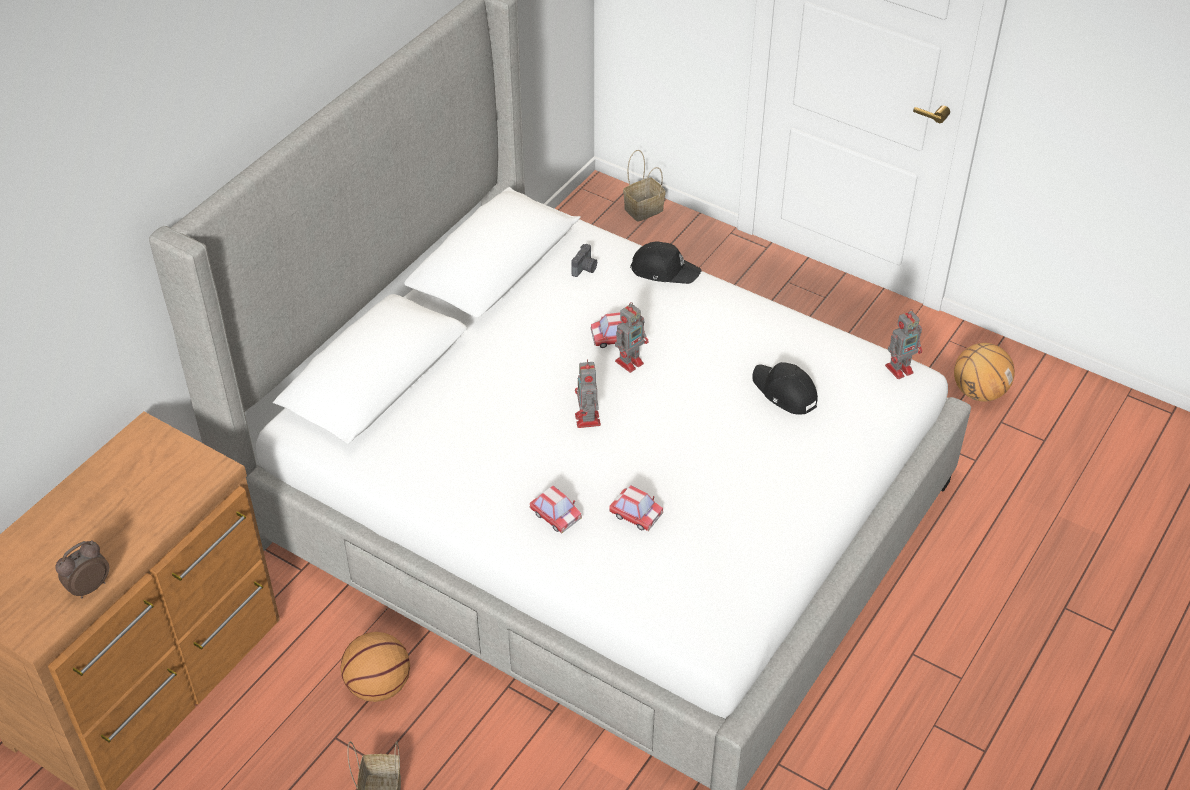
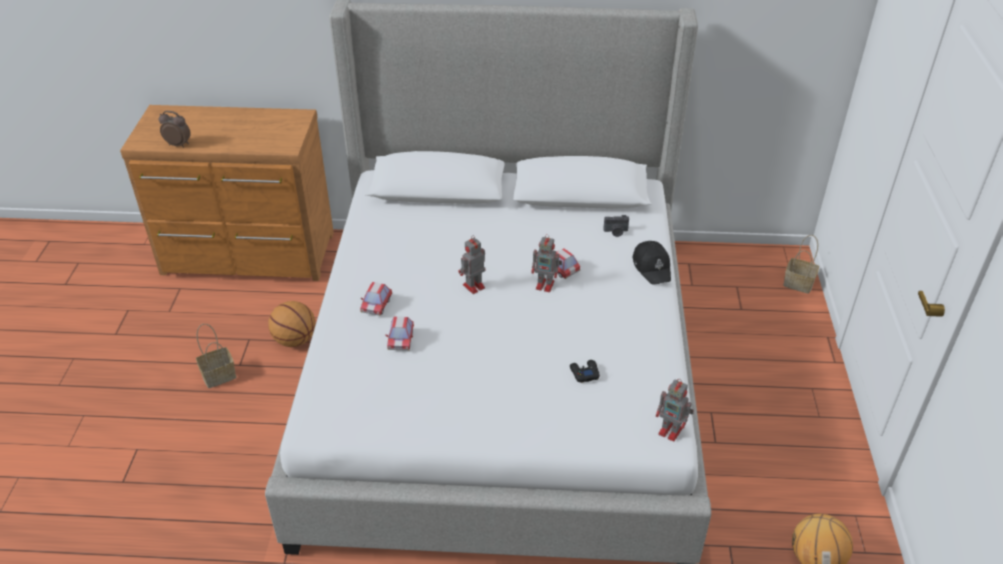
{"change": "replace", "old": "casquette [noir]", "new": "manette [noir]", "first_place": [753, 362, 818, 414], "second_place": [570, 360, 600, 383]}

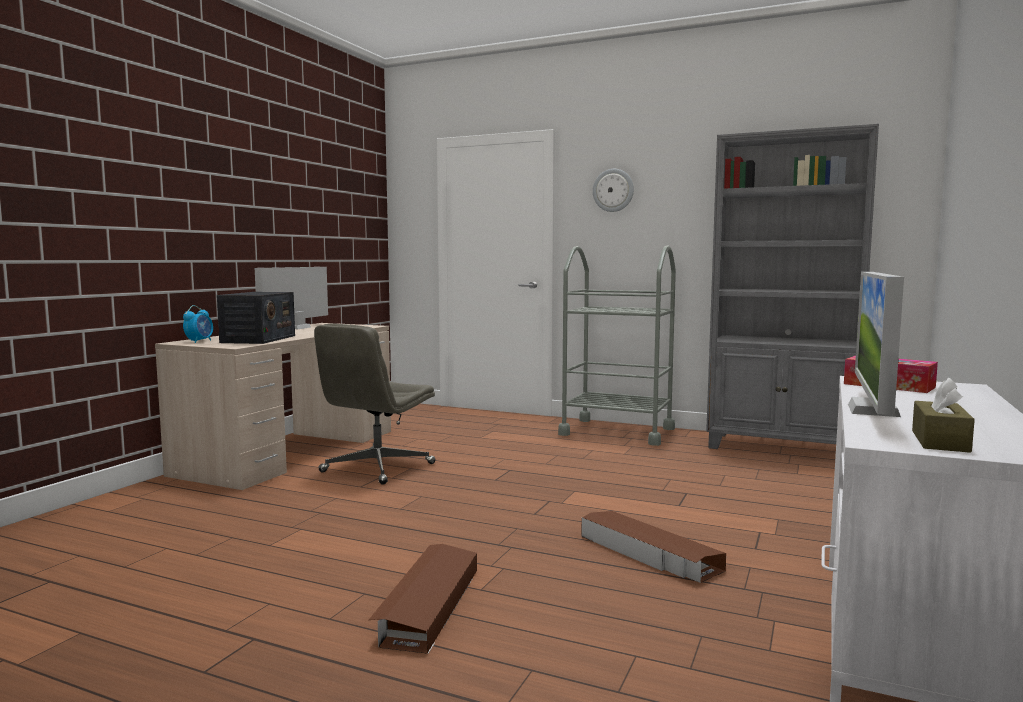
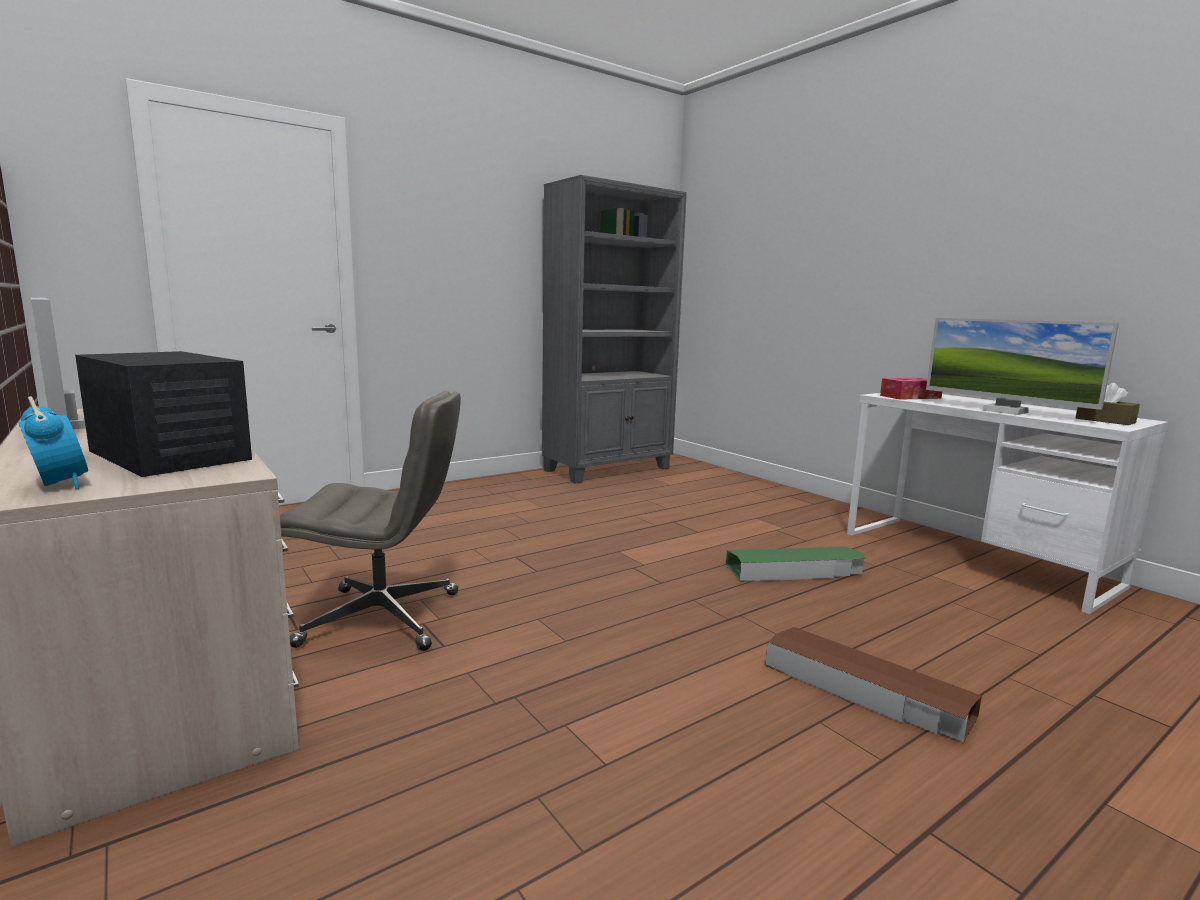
{"change": "rotate", "old": "chaise de bureau [gris]", "first_place": [314, 324, 435, 485], "second_place": [280, 391, 461, 651], "degrees": -60}
{"change": "delete", "old": "chariot [gris]", "first_place": [558, 245, 676, 446]}
{"change": "recolor", "old": "boîte de rangement [marron]", "new": "boîte de rangement [vert]", "first_place": [581, 511, 726, 583], "second_place": [726, 547, 868, 582]}
{"change": "delete", "old": "horloge murale", "first_place": [593, 169, 634, 212]}

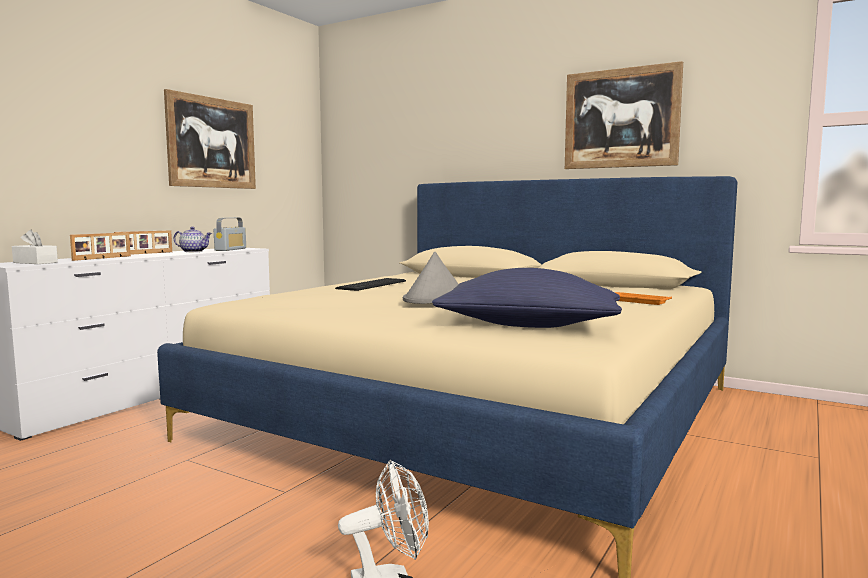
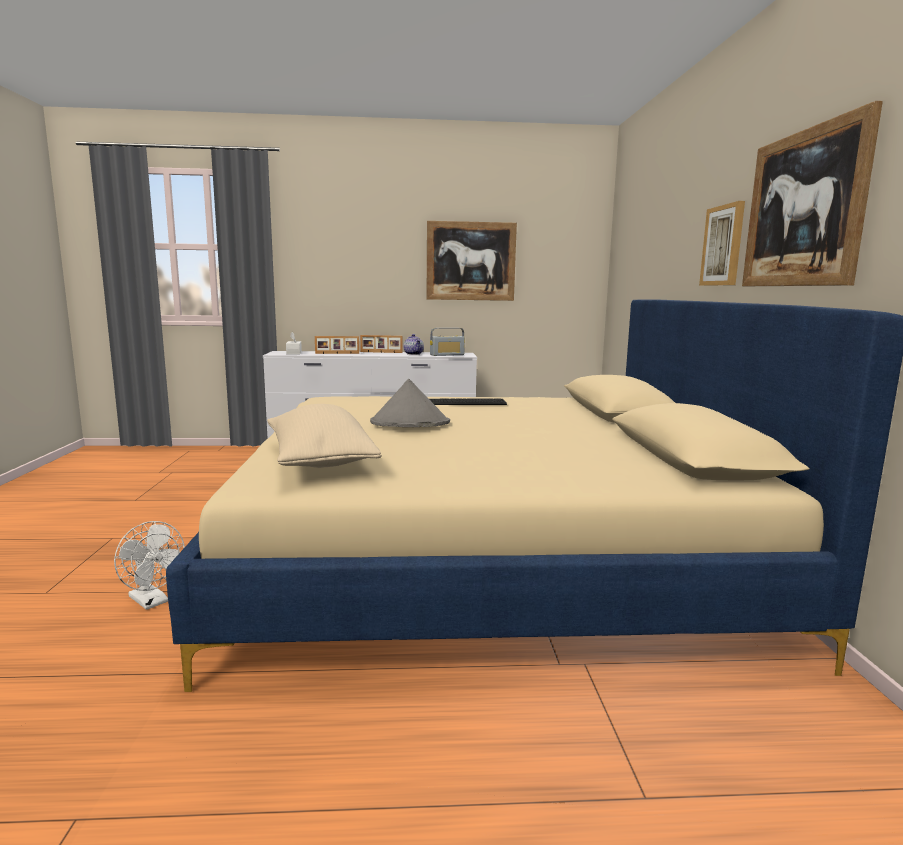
{"change": "recolor", "old": "coussin [bleu]", "new": "coussin [beige]", "first_place": [432, 268, 622, 328], "second_place": [267, 404, 382, 468]}
{"change": "delete", "old": "plateau [orange]", "first_place": [615, 292, 672, 305]}
{"change": "insert", "new": "tableau", "second_place": [699, 201, 745, 286]}

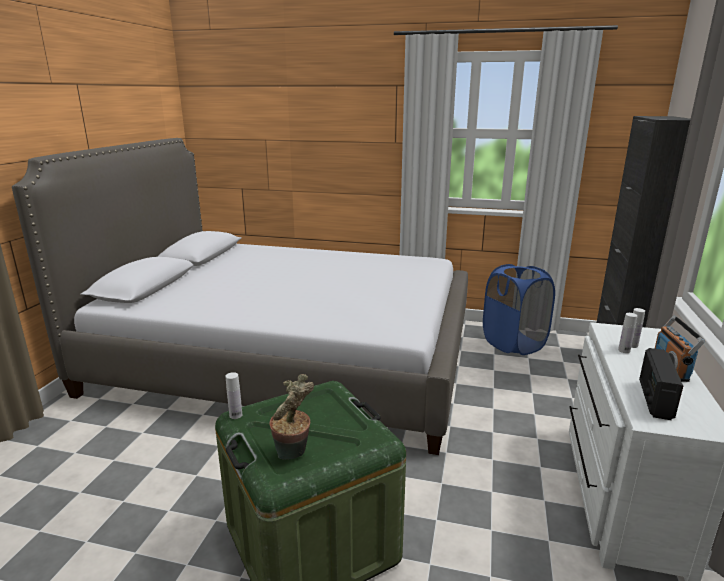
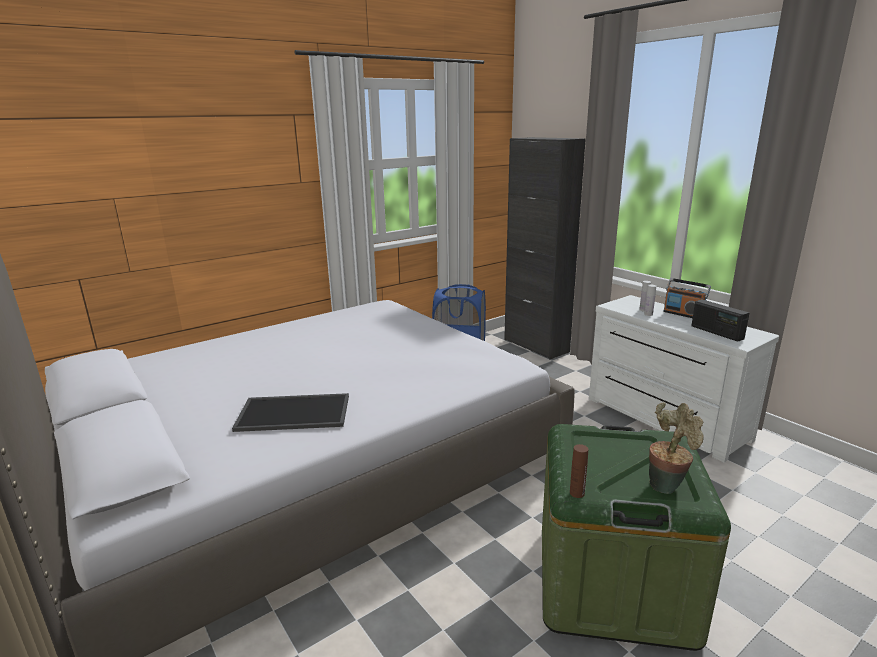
{"change": "recolor", "old": "bouteille [blanc]", "new": "bouteille [marron]", "first_place": [226, 372, 242, 419], "second_place": [570, 444, 588, 498]}
{"change": "insert", "new": "plateau", "second_place": [232, 393, 349, 432]}

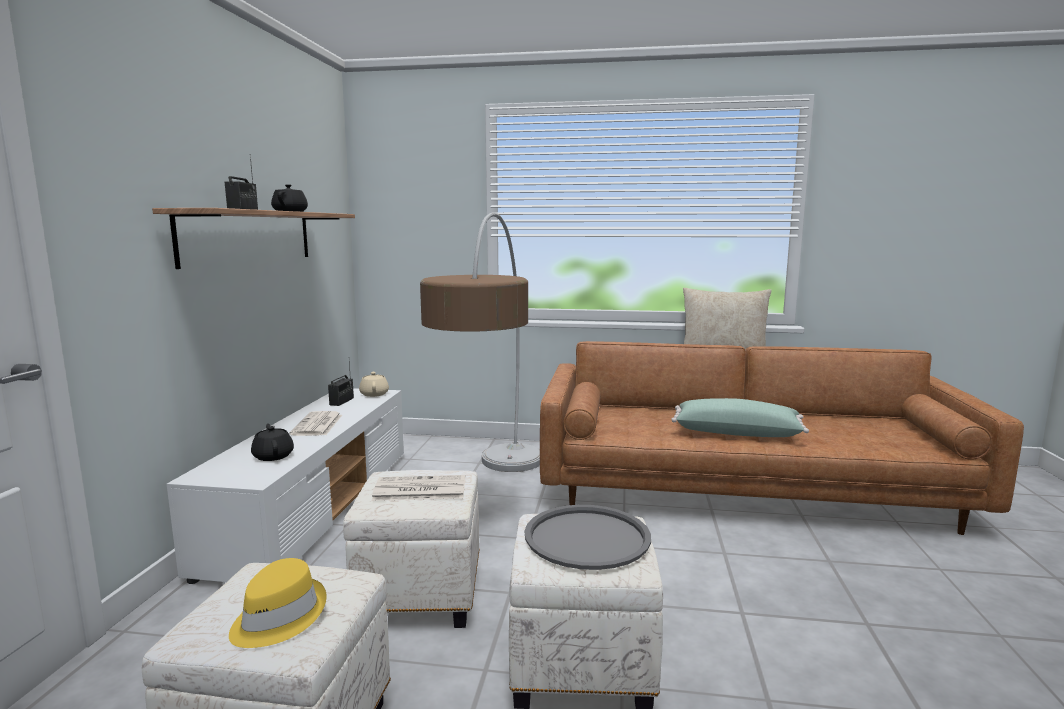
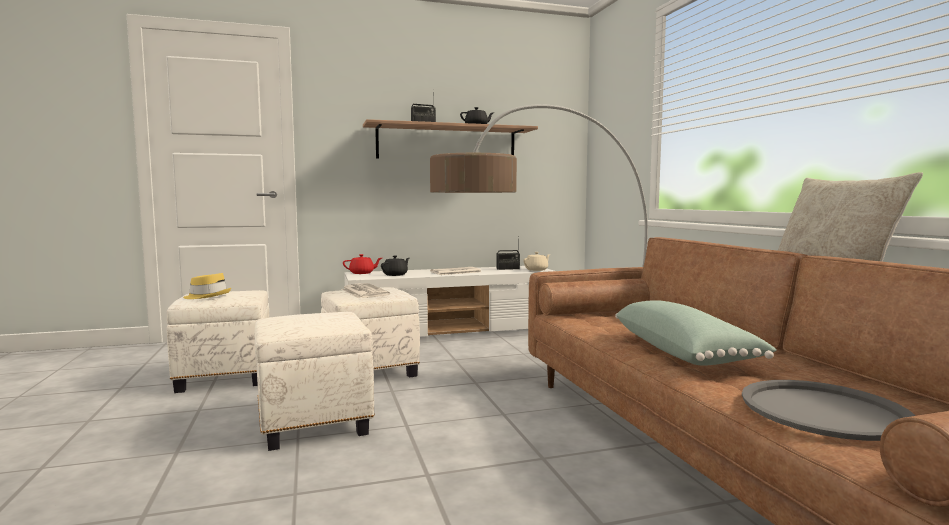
{"change": "move", "old": "plateau [gris]", "first_place": [524, 505, 651, 570], "second_place": [742, 380, 915, 441]}
{"change": "insert", "new": "théière [rouge]", "second_place": [343, 254, 382, 274]}

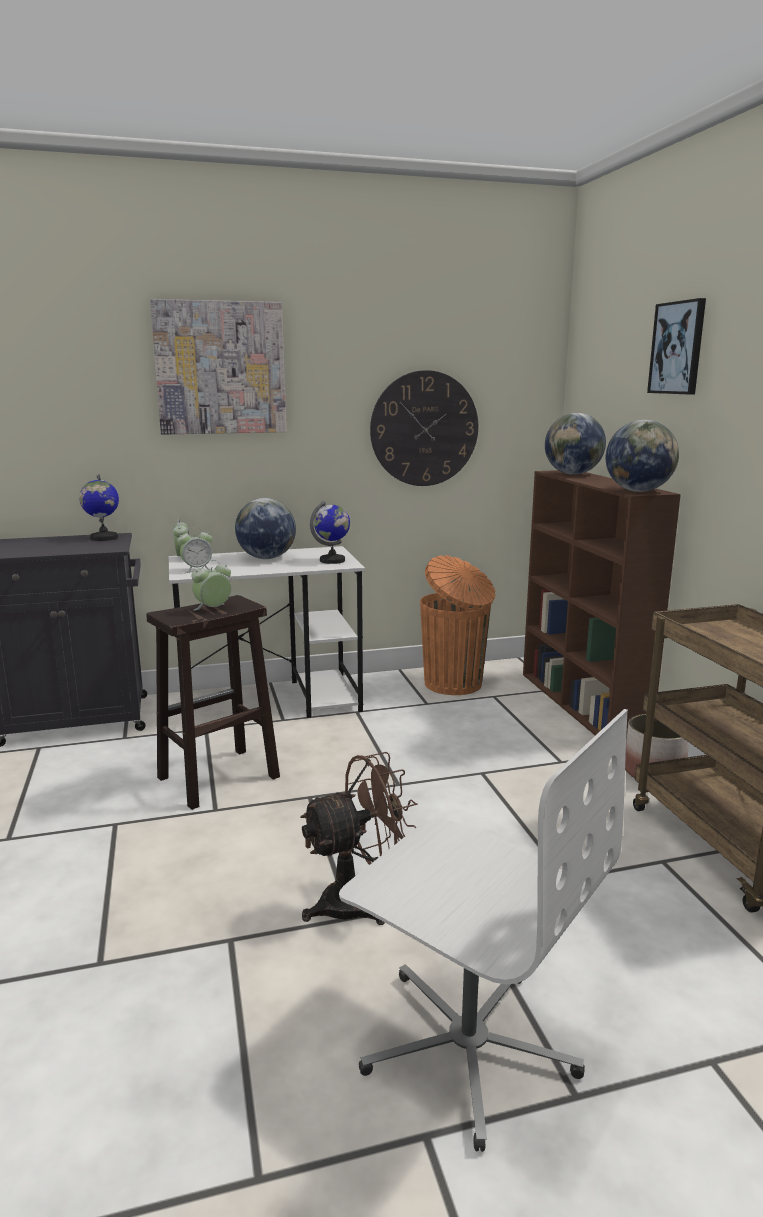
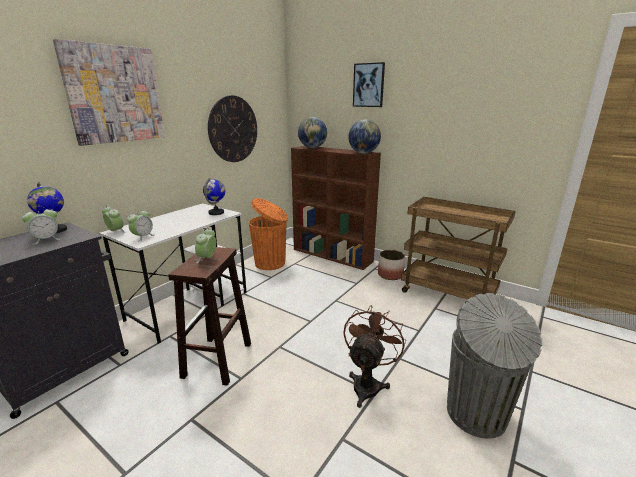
{"change": "delete", "old": "globe", "first_place": [235, 498, 296, 559]}
{"change": "replace", "old": "chaise de bureau [blanc]", "new": "poubelle [gris]", "first_place": [339, 709, 628, 1152], "second_place": [447, 293, 542, 439]}
{"change": "insert", "new": "réveil", "second_place": [22, 206, 61, 245]}

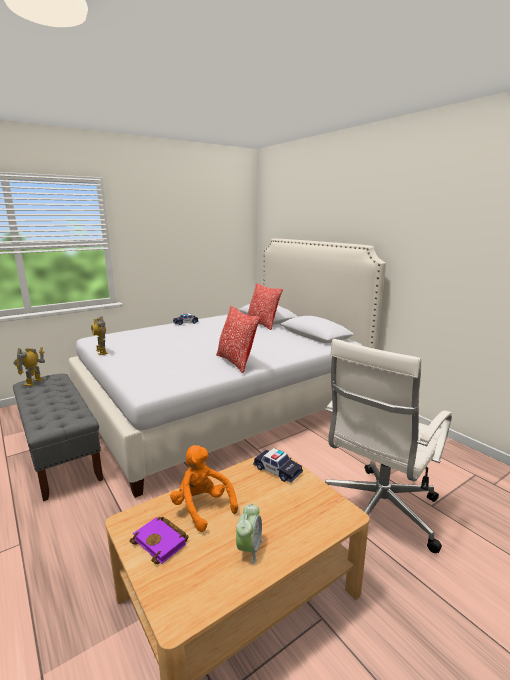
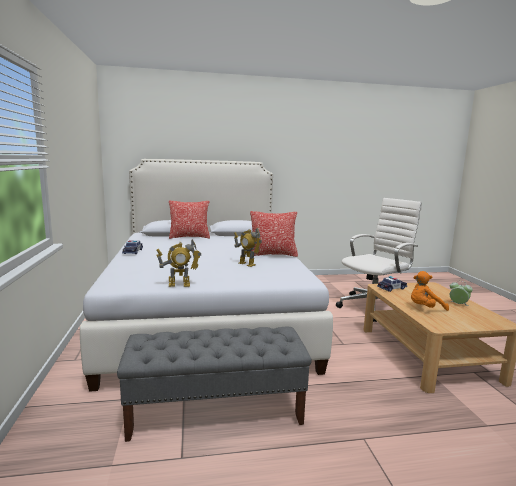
{"change": "move", "old": "robot jouet", "first_place": [14, 347, 45, 386], "second_place": [234, 228, 262, 267]}
{"change": "delete", "old": "livre [violet]", "first_place": [130, 517, 189, 564]}
{"change": "rotate", "old": "chaise de bureau [blanc]", "first_place": [325, 339, 452, 553], "second_place": [336, 198, 422, 322], "degrees": -105}

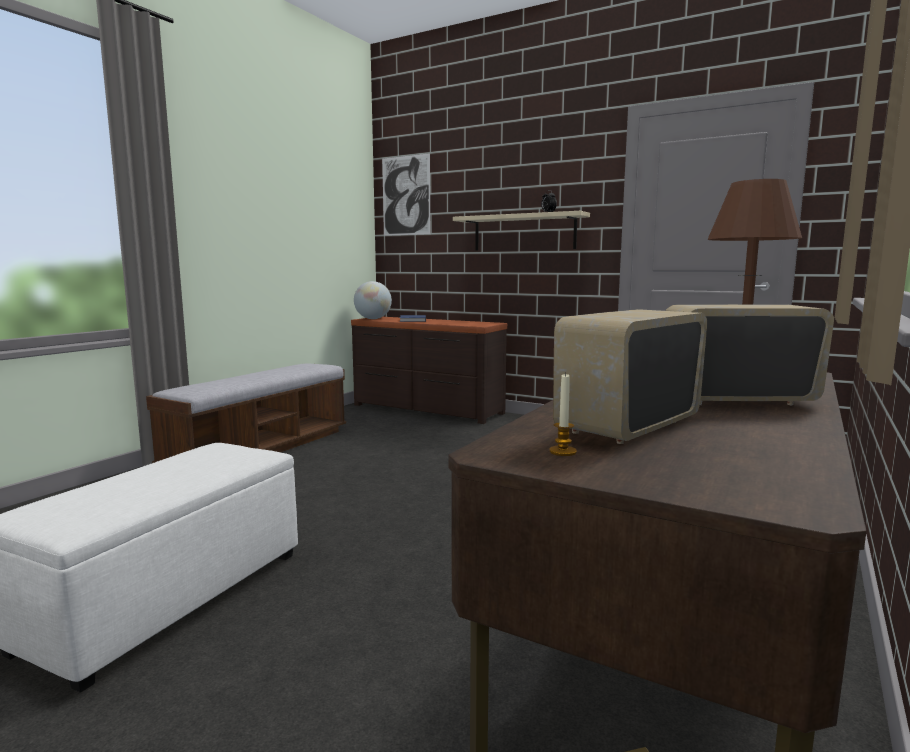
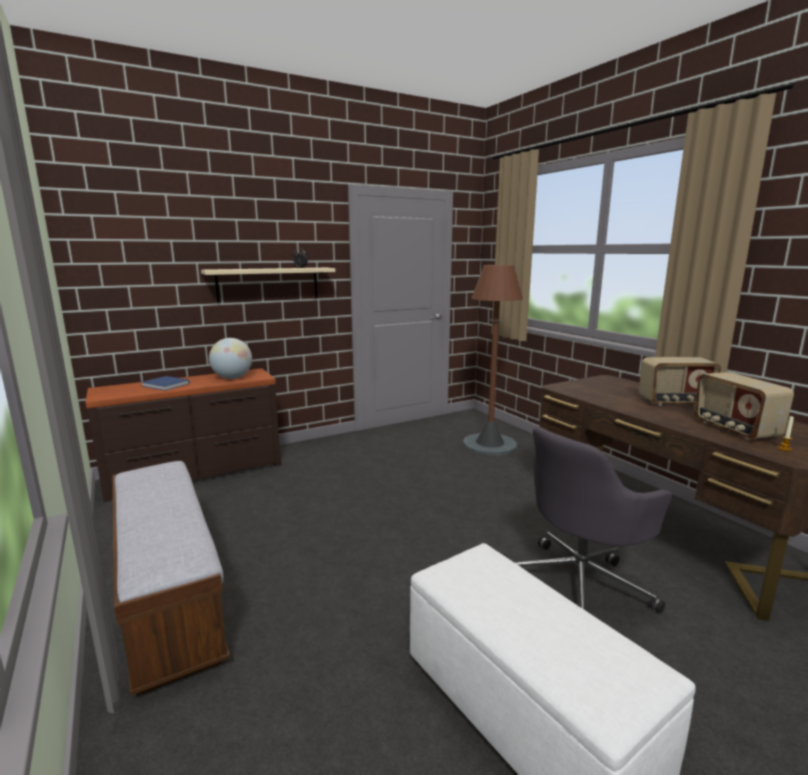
{"change": "move", "old": "globe", "first_place": [354, 281, 392, 319], "second_place": [209, 338, 252, 379]}
{"change": "delete", "old": "tableau", "first_place": [382, 153, 430, 236]}
{"change": "rotate", "old": "radio", "first_place": [665, 304, 834, 405], "second_place": [639, 357, 721, 406], "degrees": -120}
{"change": "insert", "new": "chaise de bureau [gris]", "second_place": [516, 427, 672, 613]}

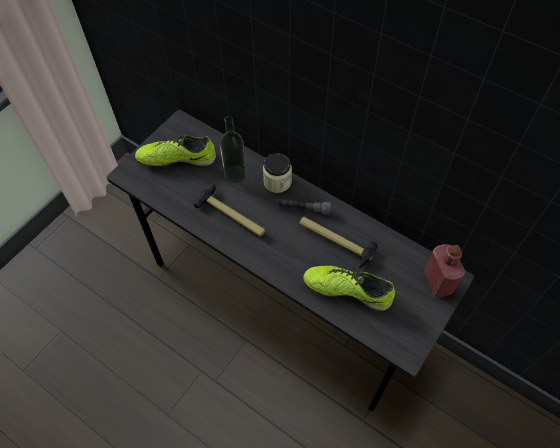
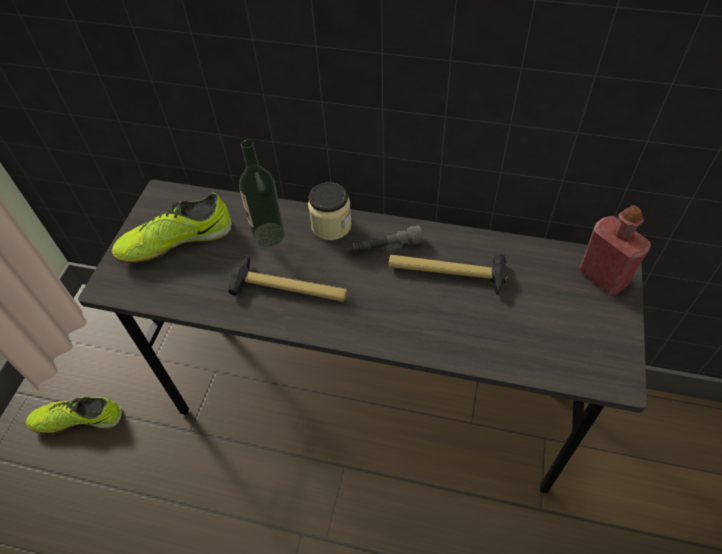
{"change": "move", "old": "chaussure", "first_place": [303, 266, 395, 311], "second_place": [26, 397, 123, 434]}

